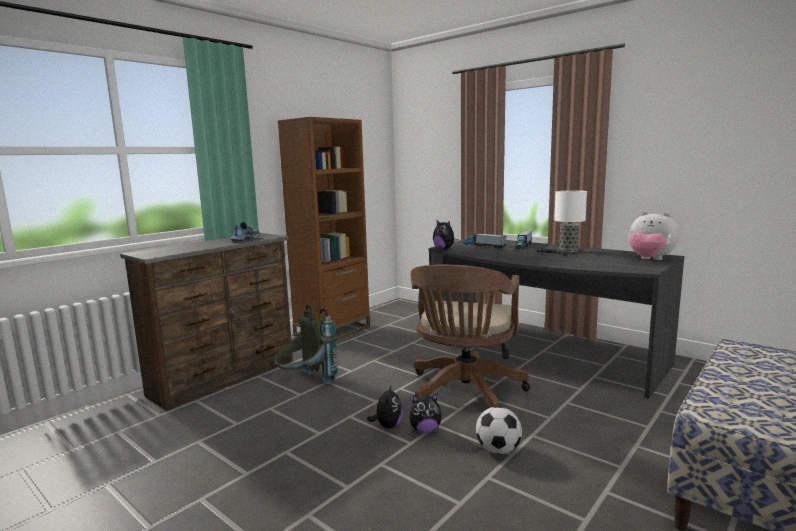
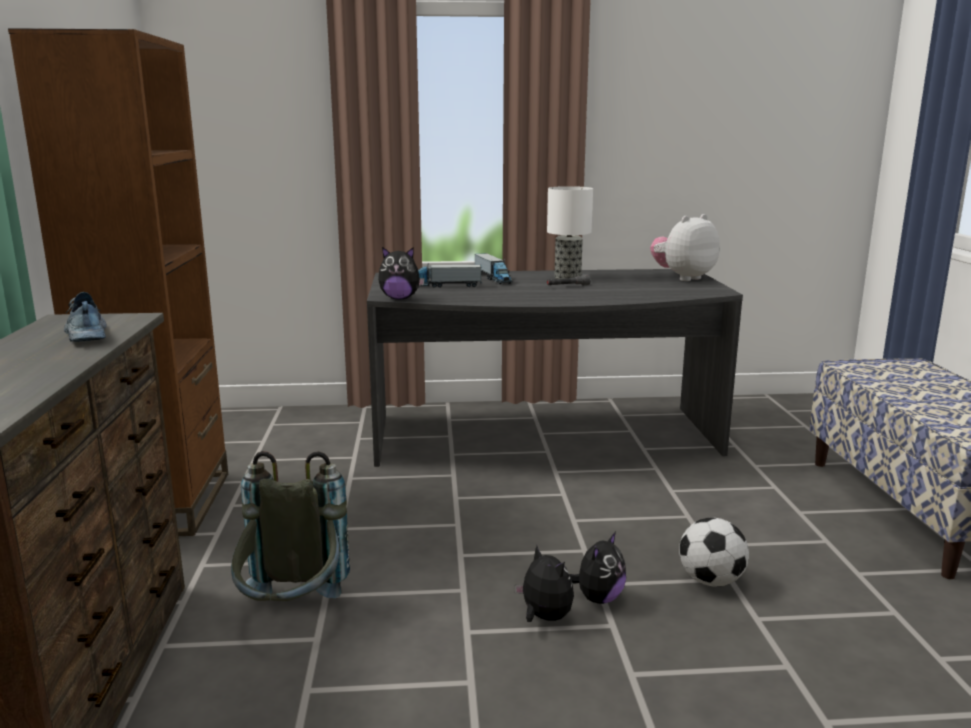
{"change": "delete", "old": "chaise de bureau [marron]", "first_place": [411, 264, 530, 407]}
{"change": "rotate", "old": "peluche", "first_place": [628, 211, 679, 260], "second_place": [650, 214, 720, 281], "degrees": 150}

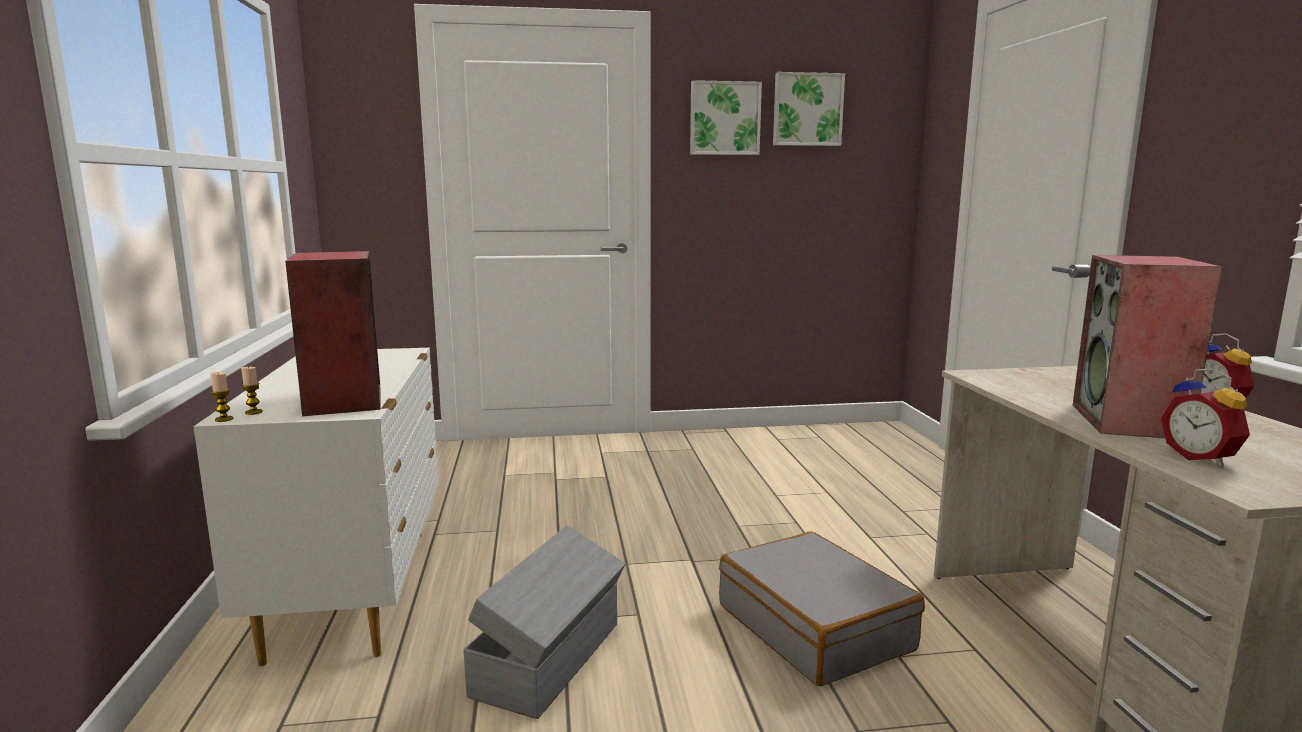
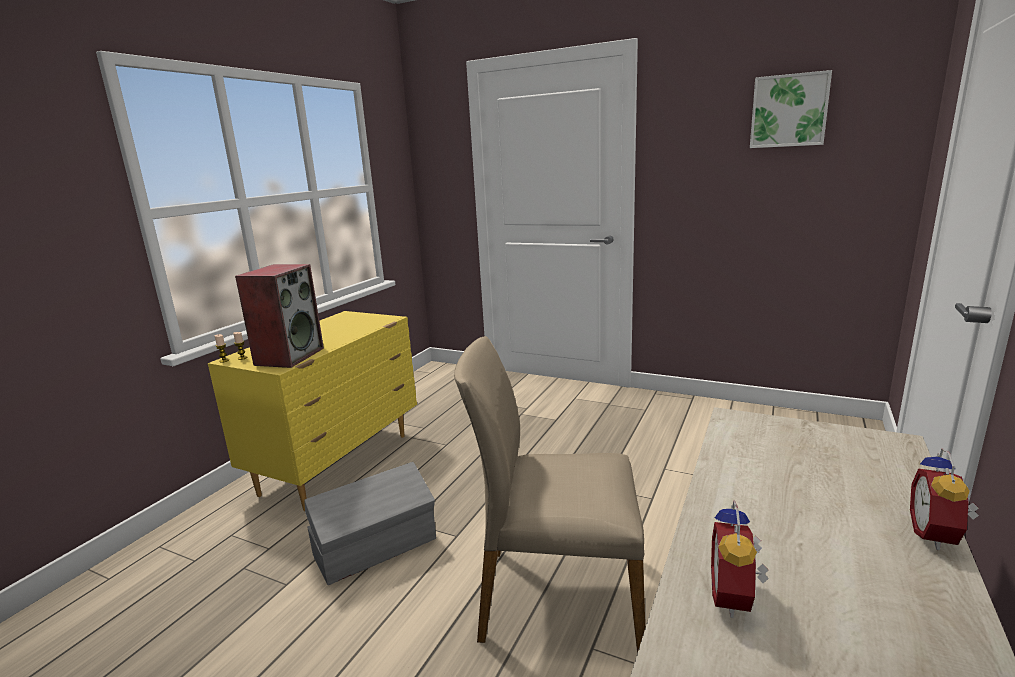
{"change": "recolor", "old": "commode [blanc]", "new": "commode [jaune]", "first_place": [193, 348, 439, 666], "second_place": [208, 311, 417, 511]}
{"change": "delete", "old": "tableau", "first_place": [690, 80, 762, 155]}
{"change": "replace", "old": "valise [gris]", "new": "chaise [beige]", "first_place": [719, 532, 925, 686], "second_place": [454, 336, 645, 653]}
{"change": "delete", "old": "enceinte", "first_place": [1073, 255, 1222, 438]}

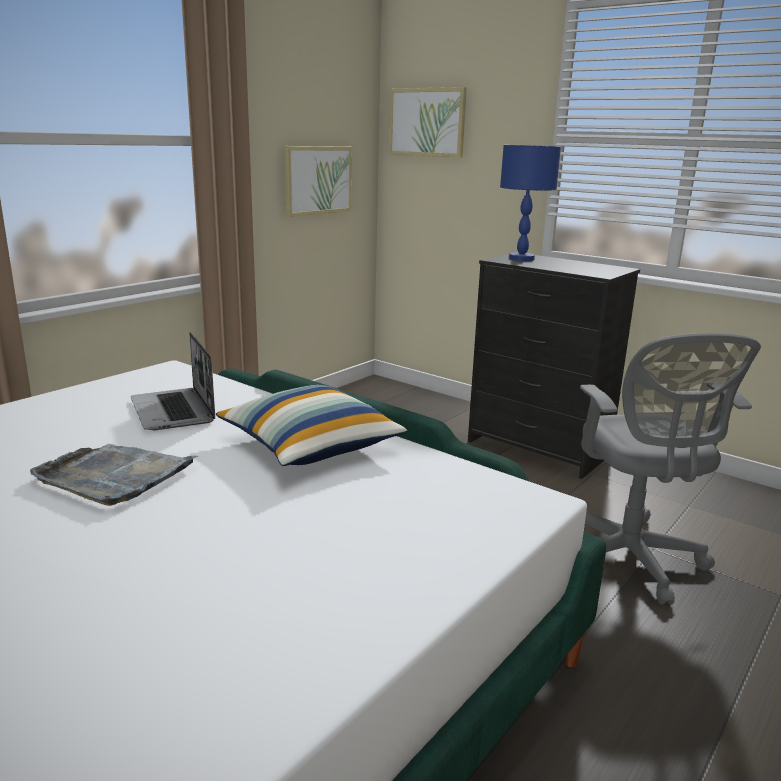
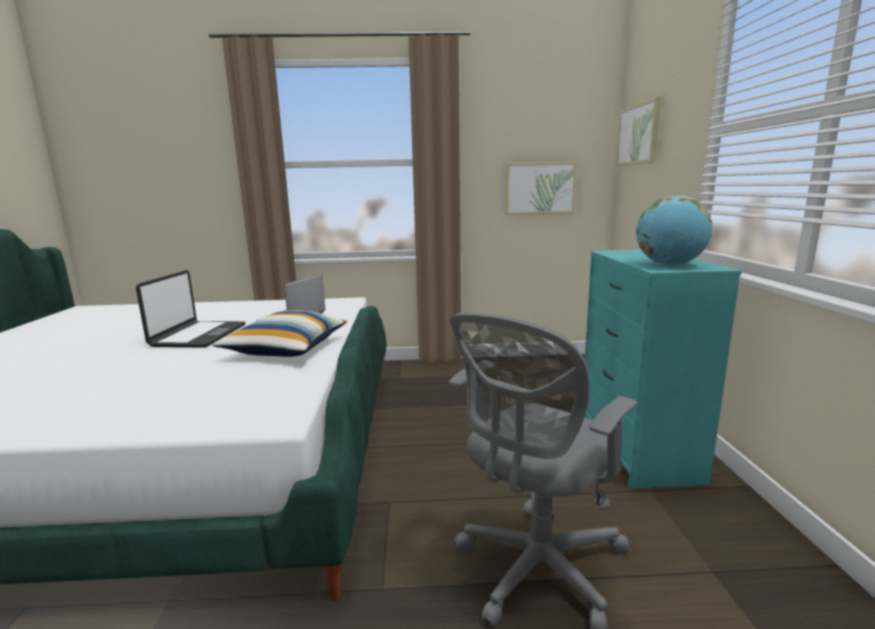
{"change": "replace", "old": "plateau [gris]", "new": "ordinateur portable", "first_place": [30, 444, 198, 506], "second_place": [136, 270, 246, 348]}
{"change": "recolor", "old": "commode [noir]", "new": "commode [turquoise]", "first_place": [468, 254, 640, 479], "second_place": [584, 250, 742, 489]}
{"change": "delete", "old": "lampe de table [bleu]", "first_place": [500, 145, 561, 261]}
{"change": "insert", "new": "globe", "second_place": [636, 196, 712, 266]}

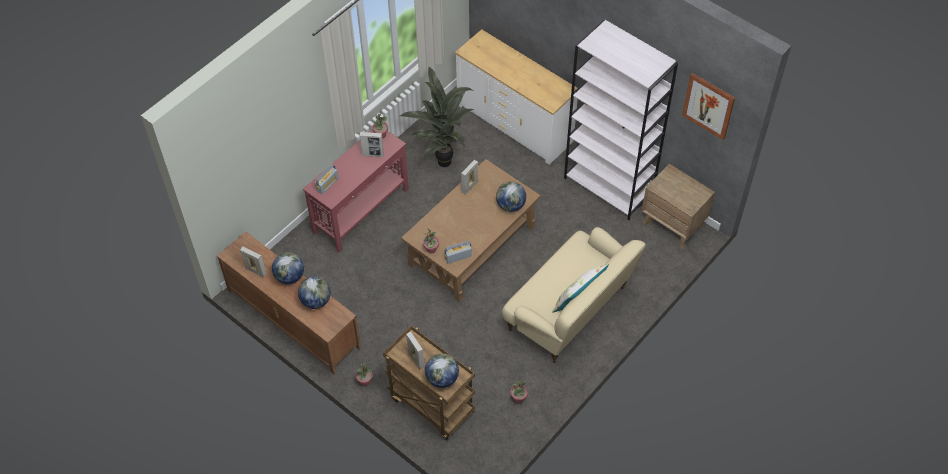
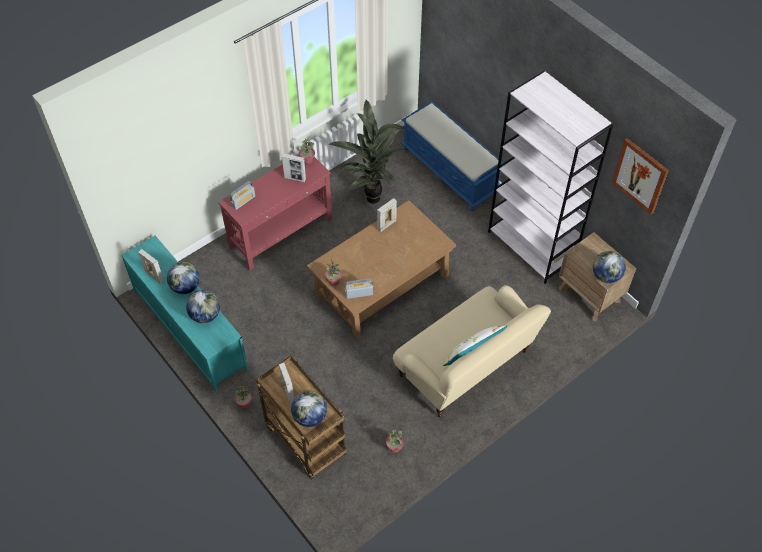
{"change": "recolor", "old": "meuble télé [marron]", "new": "meuble télé [turquoise]", "first_place": [217, 231, 361, 375], "second_place": [121, 236, 249, 392]}
{"change": "replace", "old": "commode [blanc]", "new": "banc [bleu]", "first_place": [455, 29, 578, 165], "second_place": [401, 101, 503, 211]}
{"change": "move", "old": "globe", "first_place": [496, 181, 526, 212], "second_place": [593, 251, 626, 283]}

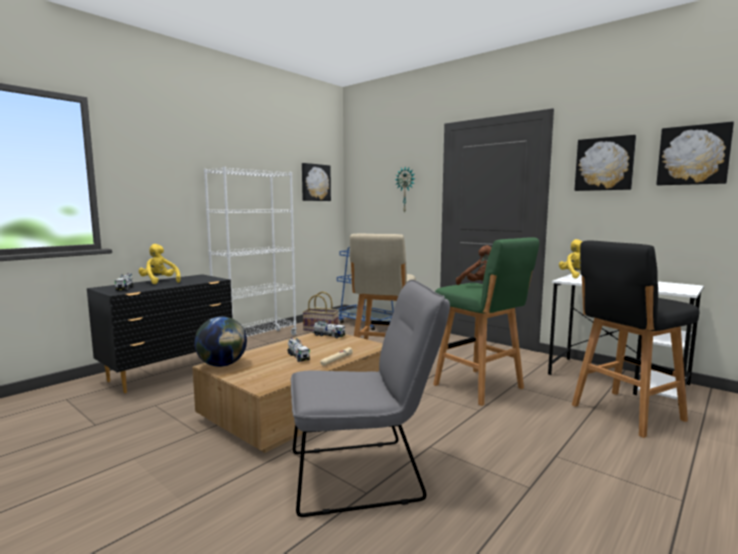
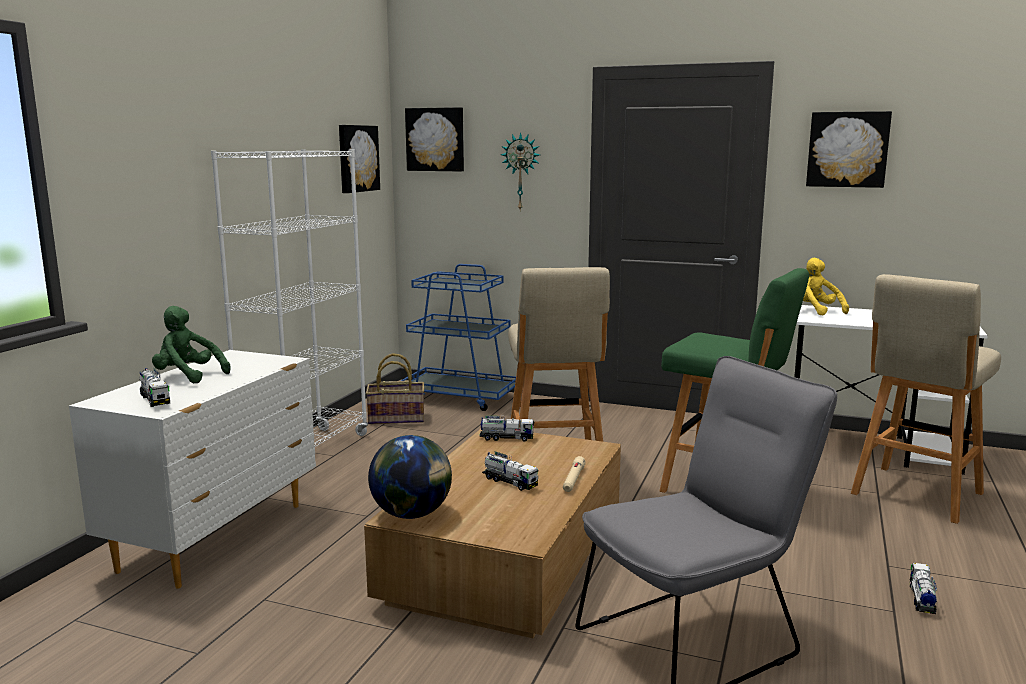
{"change": "recolor", "old": "commode [noir]", "new": "commode [blanc]", "first_place": [87, 274, 232, 393], "second_place": [69, 350, 316, 589]}
{"change": "recolor", "old": "peluche [jaune]", "new": "peluche [vert]", "first_place": [138, 244, 181, 284], "second_place": [152, 306, 231, 384]}
{"change": "delete", "old": "peluche [marron]", "first_place": [456, 245, 491, 285]}
{"change": "recolor", "old": "tabouret [noir]", "new": "tabouret [beige]", "first_place": [572, 241, 700, 438], "second_place": [851, 274, 1001, 524]}
{"change": "move", "old": "tableau", "first_place": [656, 121, 734, 185], "second_place": [405, 107, 464, 172]}
{"change": "insert", "new": "camion jouet", "second_place": [909, 563, 937, 614]}

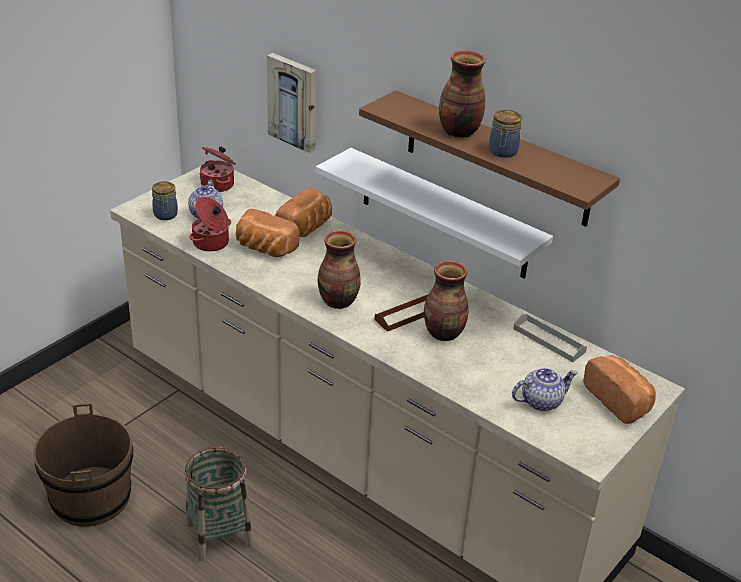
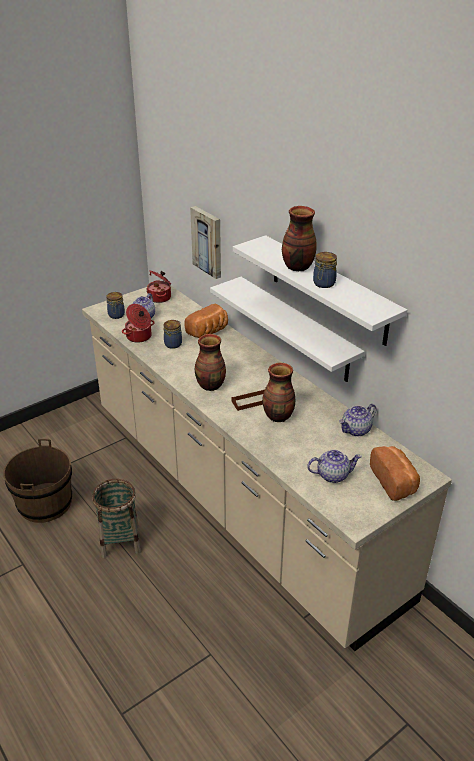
{"change": "replace", "old": "pain", "new": "bocal", "first_place": [236, 209, 300, 257], "second_place": [164, 320, 182, 349]}
{"change": "recolor", "old": "étagère [marron]", "new": "étagère [blanc]", "first_place": [359, 90, 620, 227], "second_place": [233, 235, 407, 346]}
{"change": "replace", "old": "plateau [gris]", "new": "théière", "first_place": [513, 314, 587, 362], "second_place": [339, 404, 377, 436]}

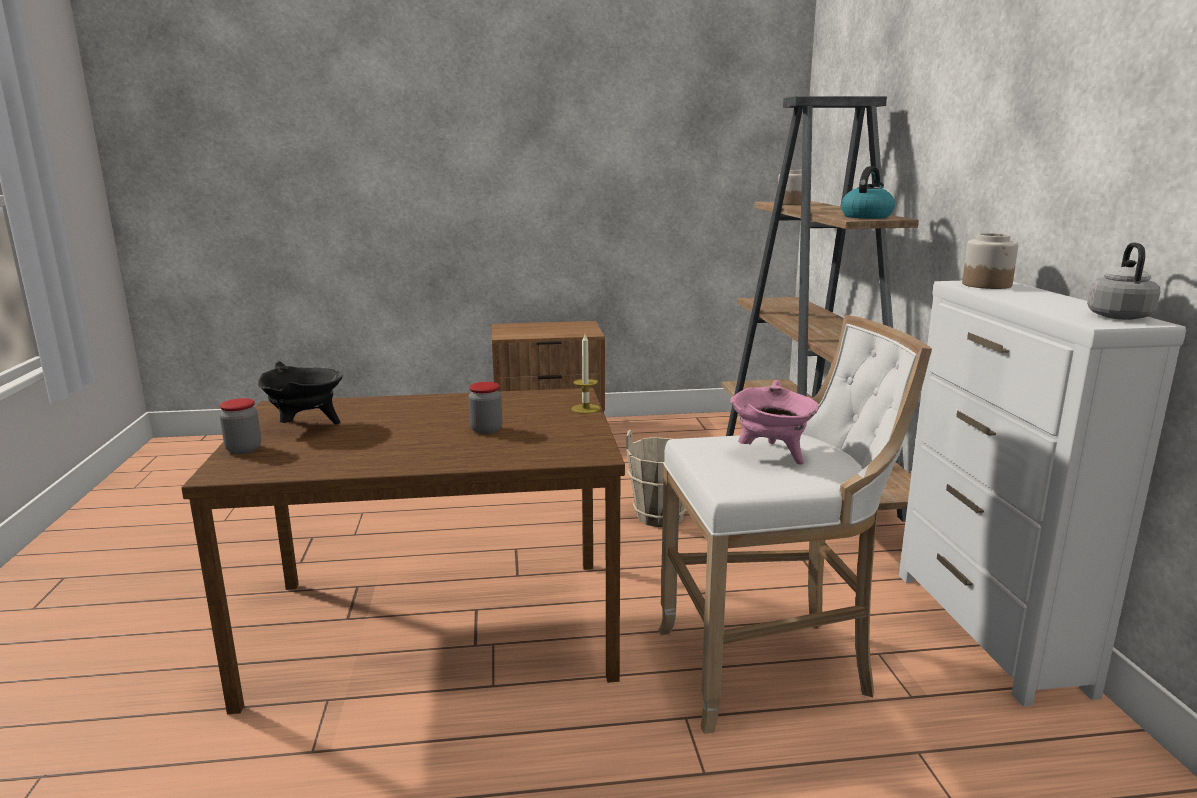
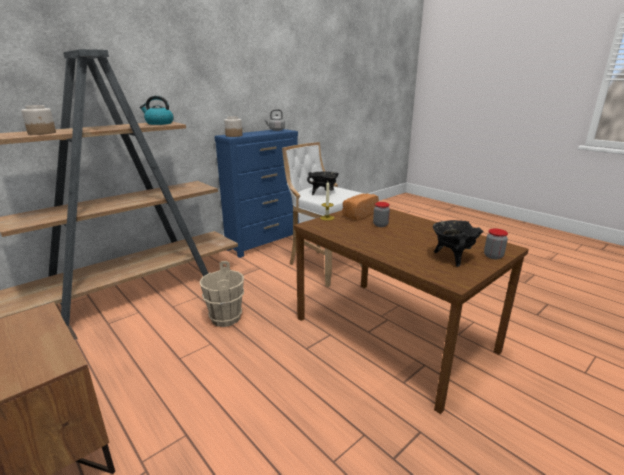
{"change": "recolor", "old": "marmite [rose]", "new": "marmite [noir]", "first_place": [730, 380, 819, 464], "second_place": [307, 171, 339, 195]}
{"change": "recolor", "old": "commode [blanc]", "new": "commode [bleu]", "first_place": [899, 281, 1186, 707], "second_place": [215, 129, 299, 258]}
{"change": "insert", "new": "pain", "second_place": [342, 194, 379, 221]}

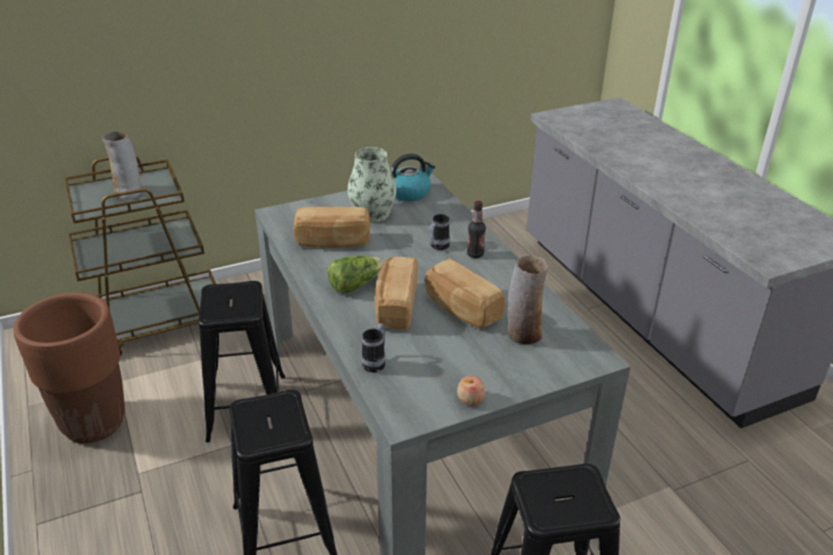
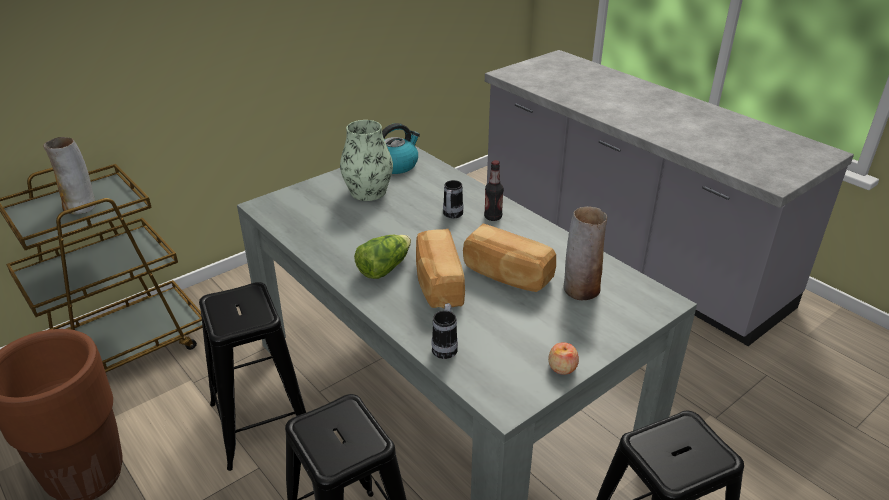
{"change": "delete", "old": "pain", "first_place": [293, 207, 370, 248]}

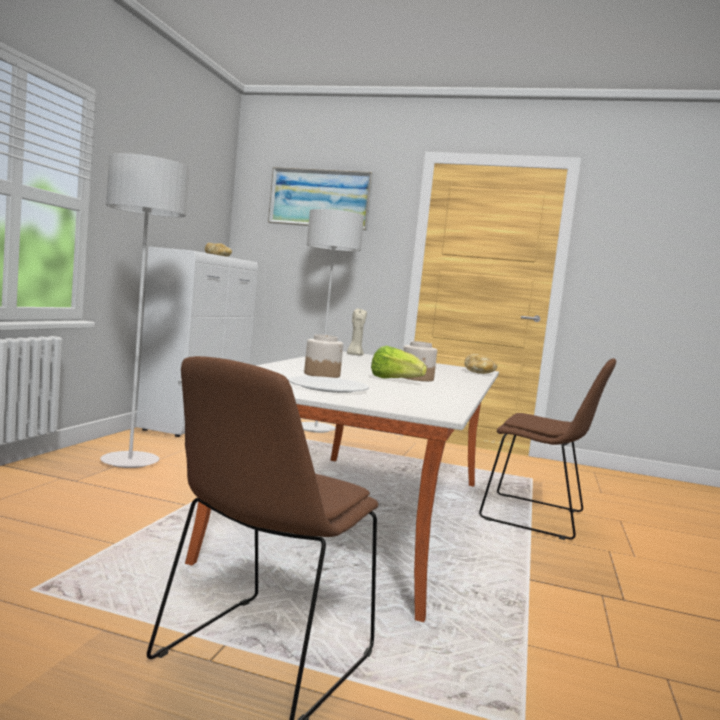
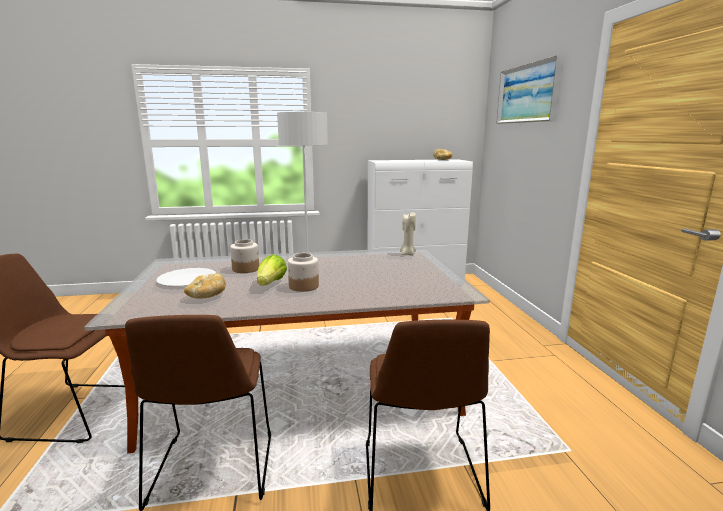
{"change": "delete", "old": "lampadaire [gris]", "first_place": [302, 209, 364, 433]}
{"change": "move", "old": "pain", "first_place": [464, 354, 498, 374], "second_place": [184, 273, 226, 299]}
{"change": "insert", "new": "chaise [marron]", "second_place": [125, 315, 271, 511]}

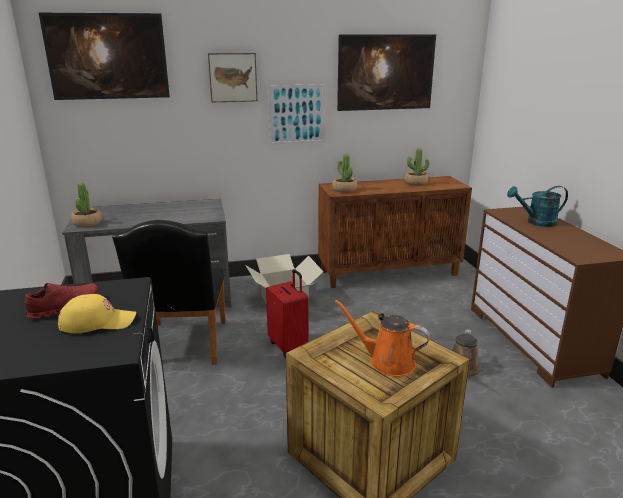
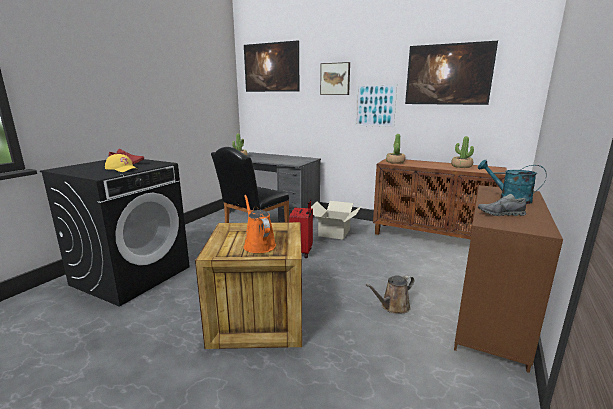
{"change": "insert", "new": "chaussure [gris]", "second_place": [478, 194, 526, 216]}

